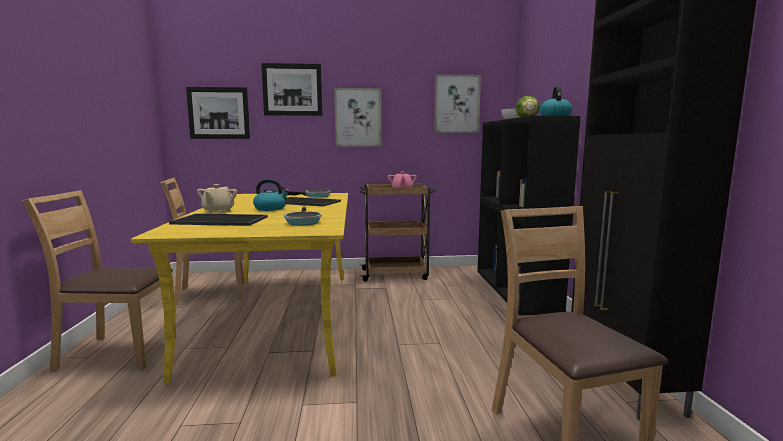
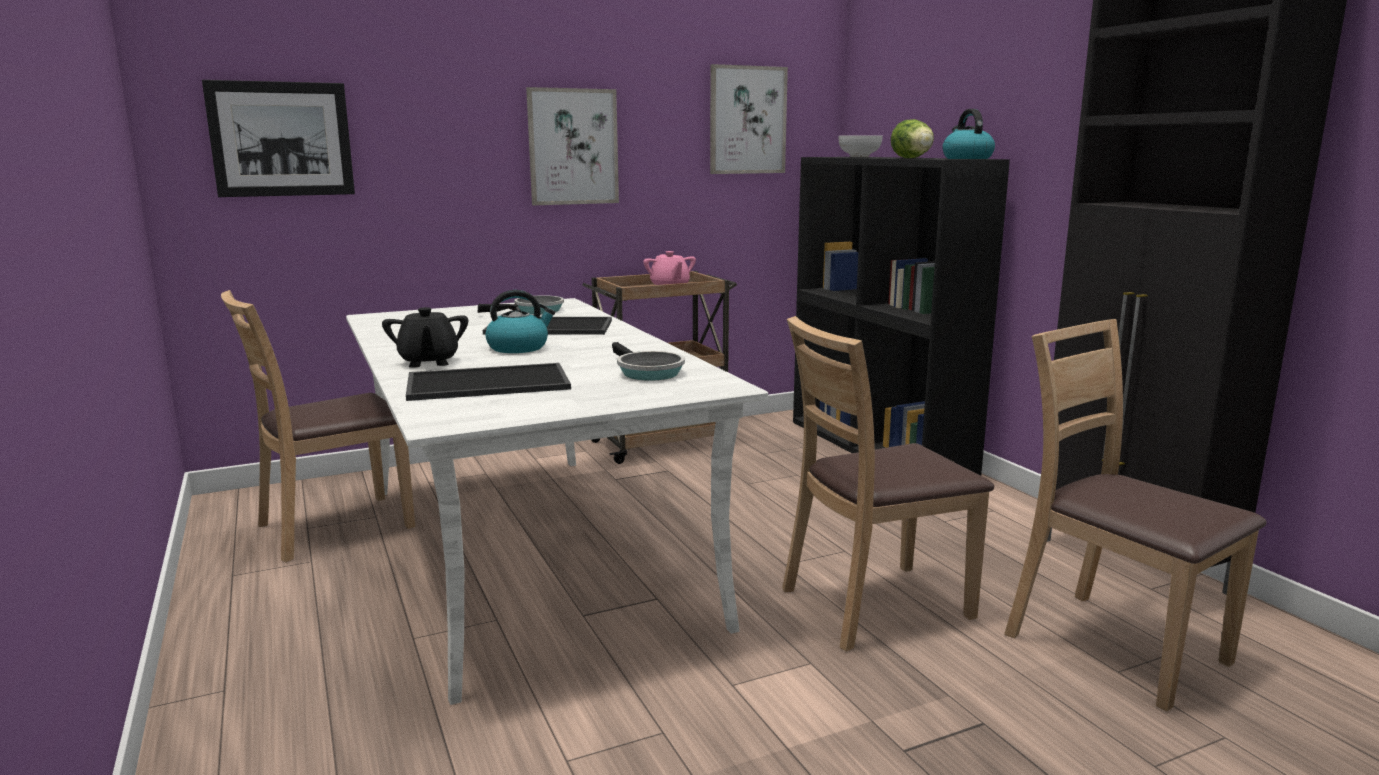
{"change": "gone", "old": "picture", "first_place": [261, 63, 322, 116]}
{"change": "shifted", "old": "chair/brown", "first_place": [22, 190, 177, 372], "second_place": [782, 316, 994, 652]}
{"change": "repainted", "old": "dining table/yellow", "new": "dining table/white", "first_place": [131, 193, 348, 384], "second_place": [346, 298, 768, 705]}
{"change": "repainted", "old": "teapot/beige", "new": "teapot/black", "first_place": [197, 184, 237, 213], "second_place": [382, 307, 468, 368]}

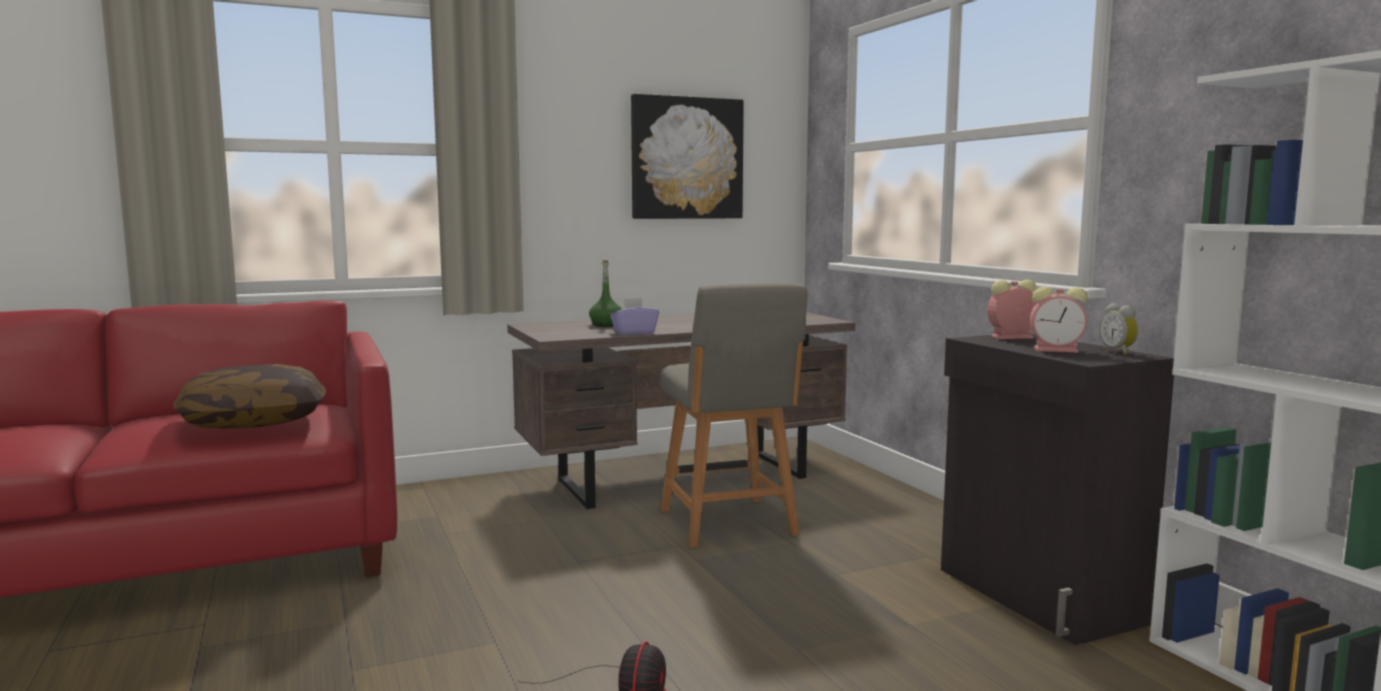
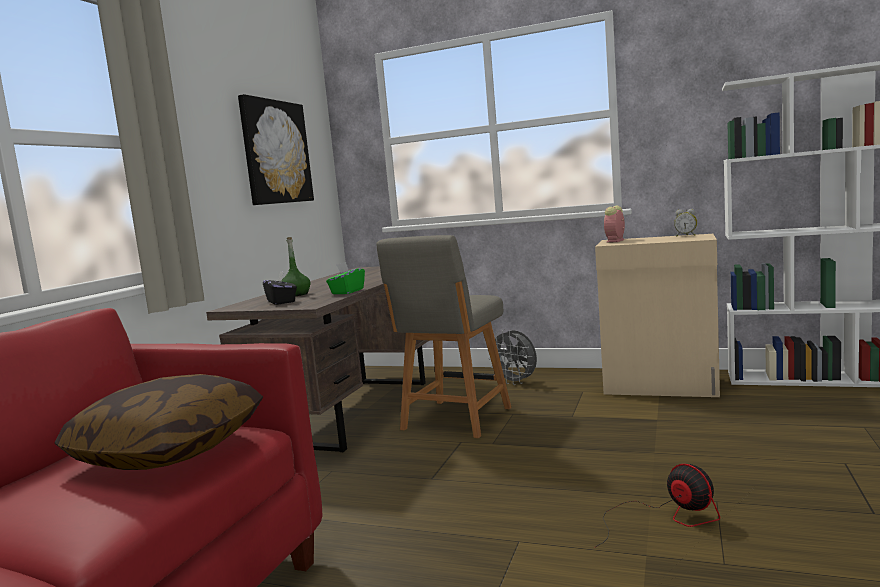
{"change": "gone", "old": "alarm clock", "first_place": [1030, 287, 1088, 353]}
{"change": "new", "new": "tissue box/black", "second_place": [263, 271, 297, 305]}
{"change": "new", "new": "fan/grey", "second_place": [487, 329, 537, 385]}
{"change": "repainted", "old": "tissue box/purple", "new": "tissue box/green", "first_place": [610, 298, 659, 335], "second_place": [326, 262, 365, 294]}
{"change": "repainted", "old": "cabinet/black", "new": "cabinet/beige", "first_place": [941, 334, 1174, 645], "second_place": [595, 234, 720, 397]}
{"change": "rotated", "old": "chair/grey", "first_place": [660, 283, 807, 548], "second_place": [377, 235, 512, 438], "degrees": 90}

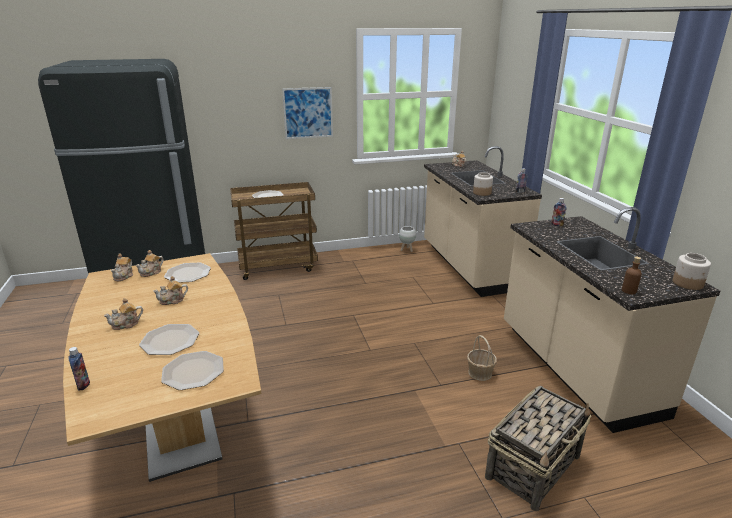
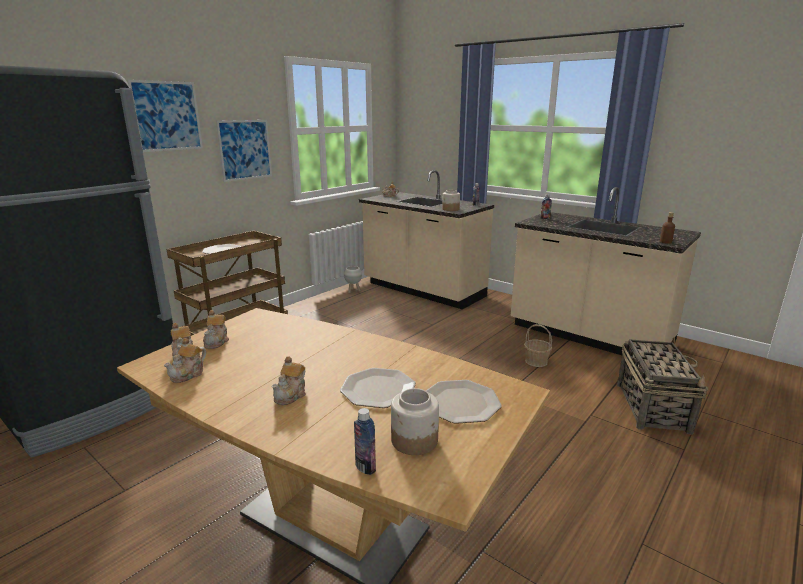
{"change": "gone", "old": "plate", "first_place": [164, 262, 211, 283]}
{"change": "new", "new": "picture", "second_place": [127, 80, 203, 152]}
{"change": "shifted", "old": "teapot", "first_place": [153, 276, 188, 305], "second_place": [164, 338, 206, 383]}
{"change": "shifted", "old": "jar", "first_place": [673, 253, 711, 290], "second_place": [391, 388, 439, 455]}

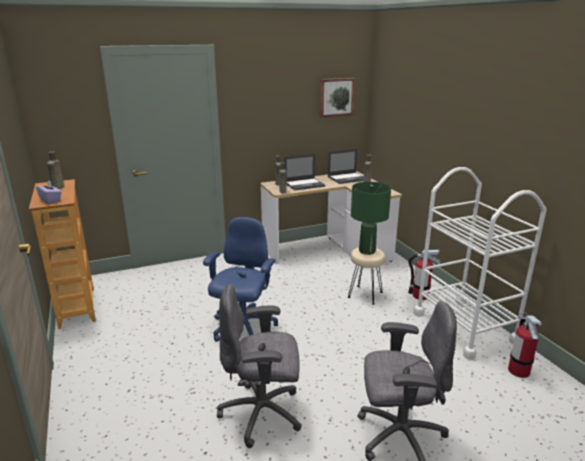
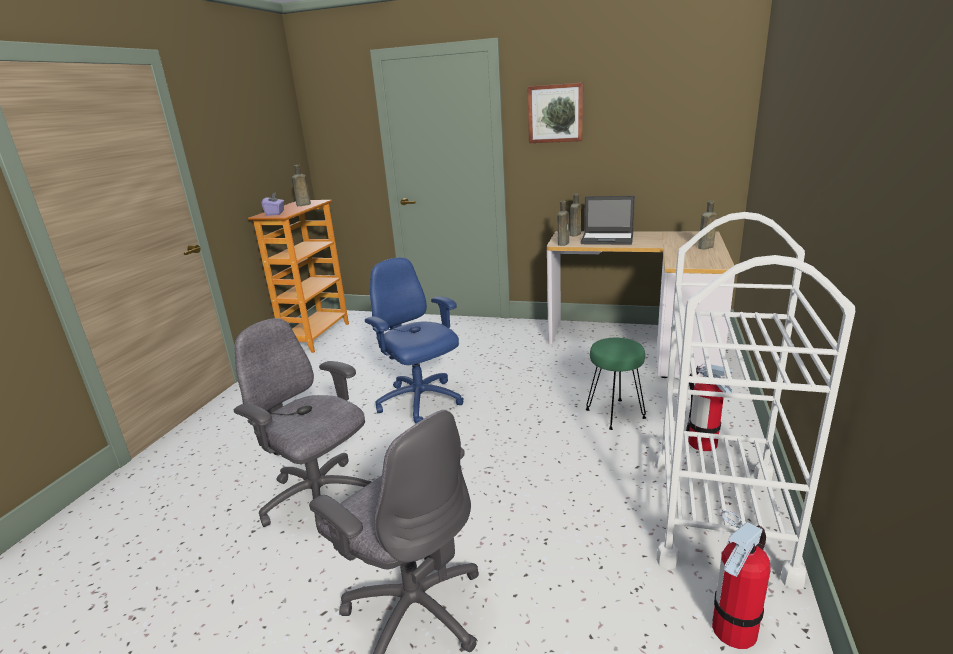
{"change": "gone", "old": "laptop", "first_place": [328, 149, 364, 184]}
{"change": "gone", "old": "table lamp/green", "first_place": [351, 182, 391, 255]}
{"change": "shifted", "old": "picture", "first_place": [320, 78, 355, 117], "second_place": [527, 83, 583, 143]}
{"change": "repainted", "old": "stool/beige", "new": "stool/green", "first_place": [348, 247, 385, 304], "second_place": [586, 338, 646, 430]}
{"change": "rotated", "old": "office chair/blue", "first_place": [203, 217, 278, 342], "second_place": [365, 258, 464, 423], "degrees": -90}

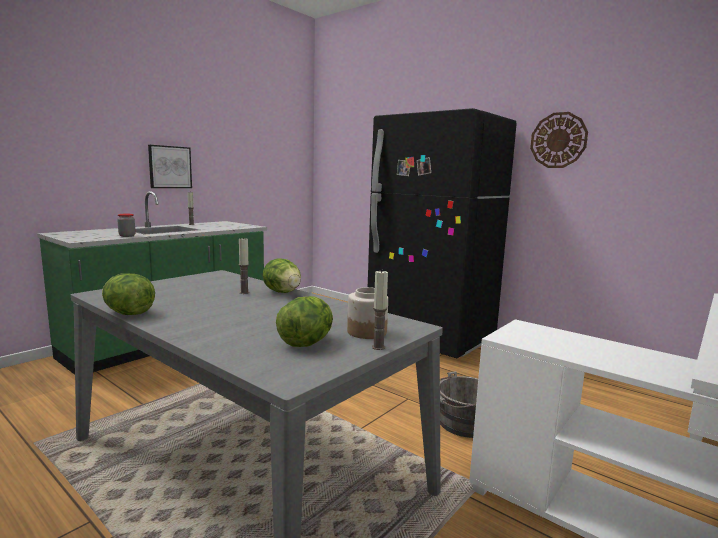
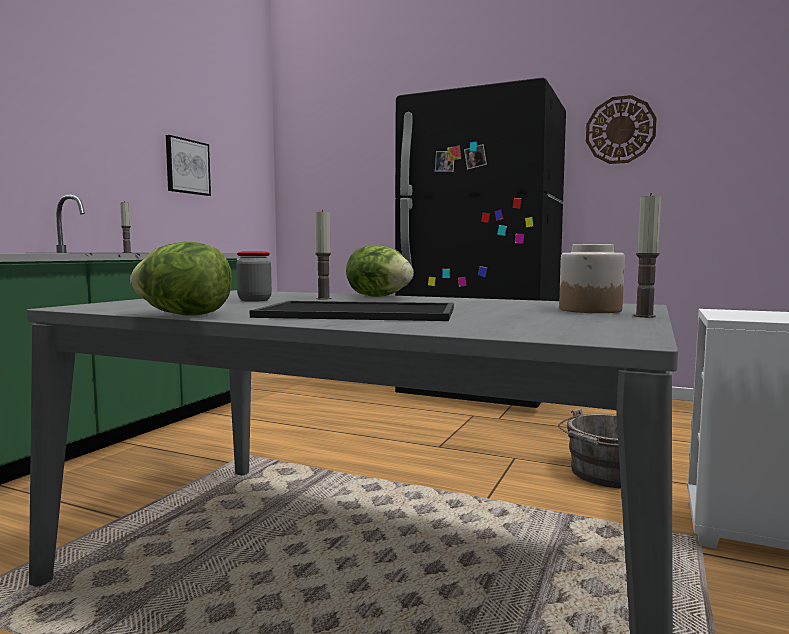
{"change": "gone", "old": "lettuce", "first_place": [276, 296, 333, 347]}
{"change": "new", "new": "tray", "second_place": [250, 301, 454, 321]}
{"change": "shifted", "old": "jar", "first_place": [117, 214, 135, 237], "second_place": [236, 251, 272, 302]}
{"change": "shifted", "old": "picture", "first_place": [148, 145, 192, 188], "second_place": [166, 135, 211, 196]}

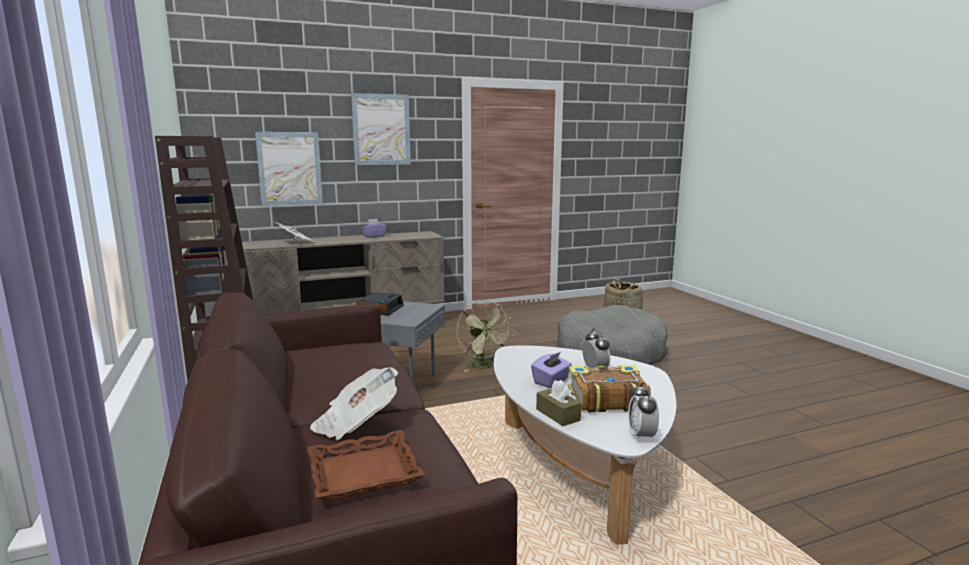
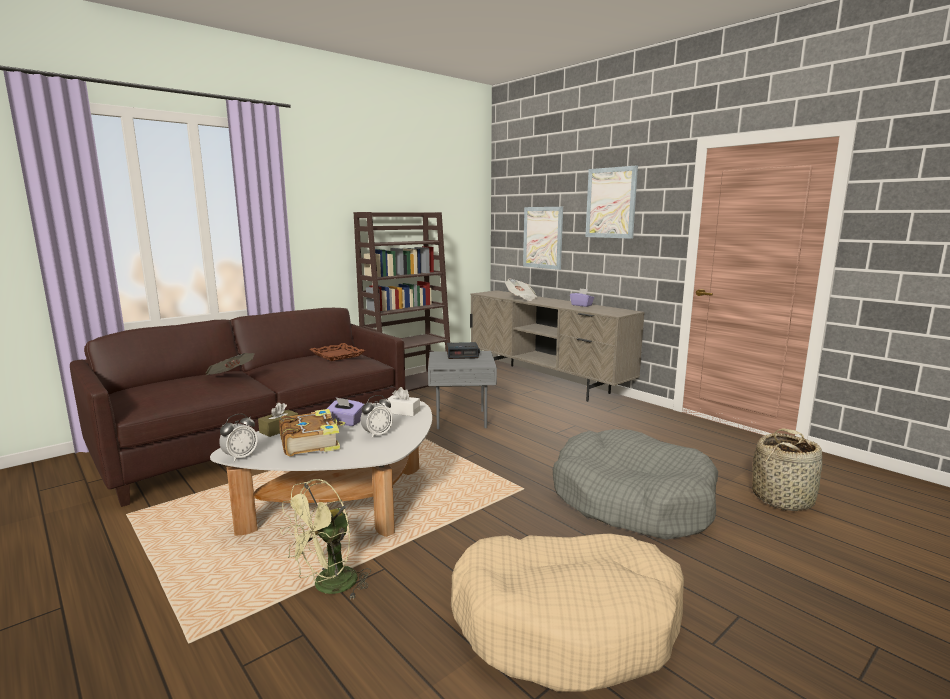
{"change": "new", "new": "tissue box/white", "second_place": [385, 387, 420, 416]}
{"change": "new", "new": "dog bed/beige", "second_place": [451, 533, 684, 692]}
{"change": "shifted", "old": "tray/brown", "first_place": [307, 430, 425, 501], "second_place": [310, 343, 365, 361]}
{"change": "shifted", "old": "fan/green", "first_place": [457, 300, 513, 372], "second_place": [280, 479, 371, 598]}
{"change": "rotated", "old": "alarm clock", "first_place": [628, 383, 659, 442], "second_place": [219, 413, 258, 462], "degrees": 150}

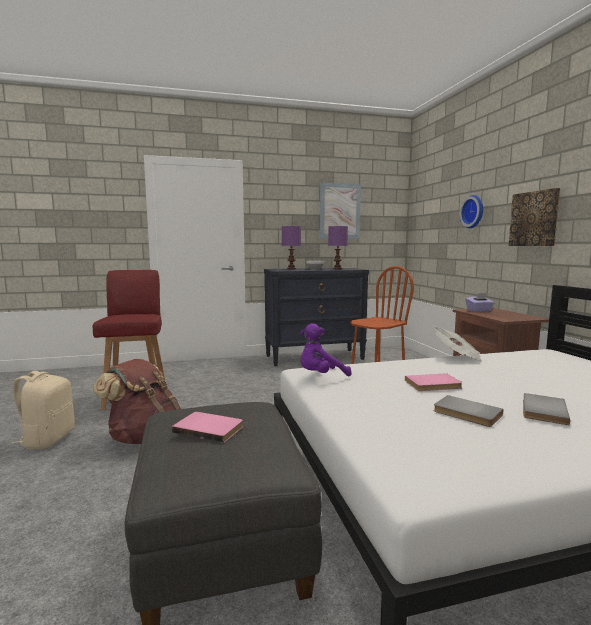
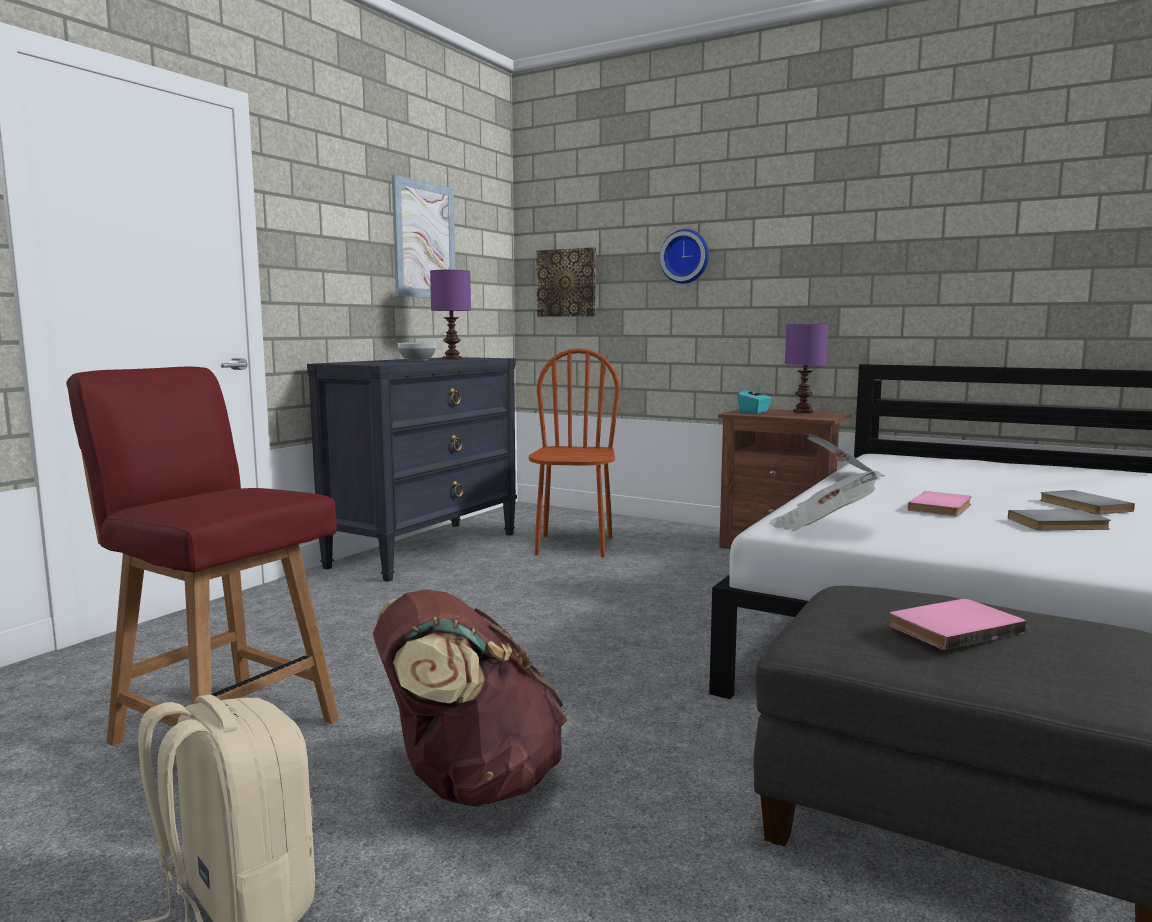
{"change": "shifted", "old": "table lamp/purple", "first_place": [282, 226, 301, 269], "second_place": [785, 324, 828, 413]}
{"change": "shifted", "old": "picture", "first_place": [509, 188, 560, 246], "second_place": [536, 247, 596, 317]}
{"change": "swapped", "old": "plush toy/purple", "new": "newspaper", "first_place": [300, 323, 352, 376], "second_place": [769, 471, 883, 531]}
{"change": "repainted", "old": "tissue box/purple", "new": "tissue box/turquoise", "first_place": [465, 293, 494, 312], "second_place": [737, 384, 771, 414]}

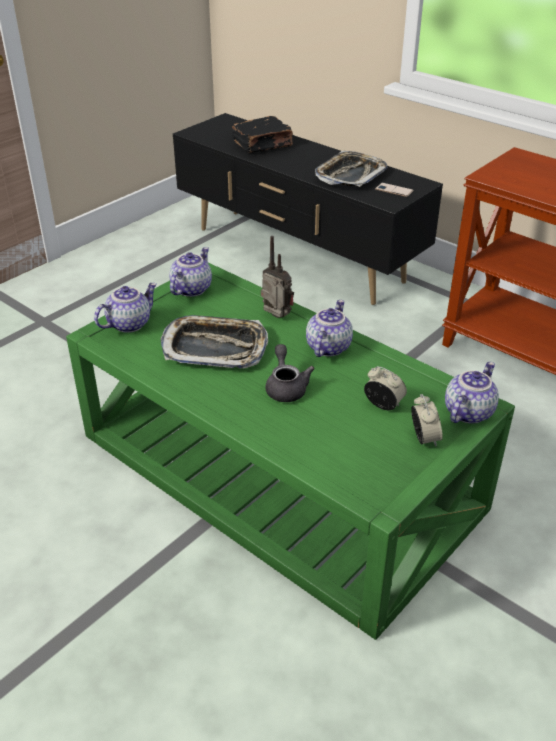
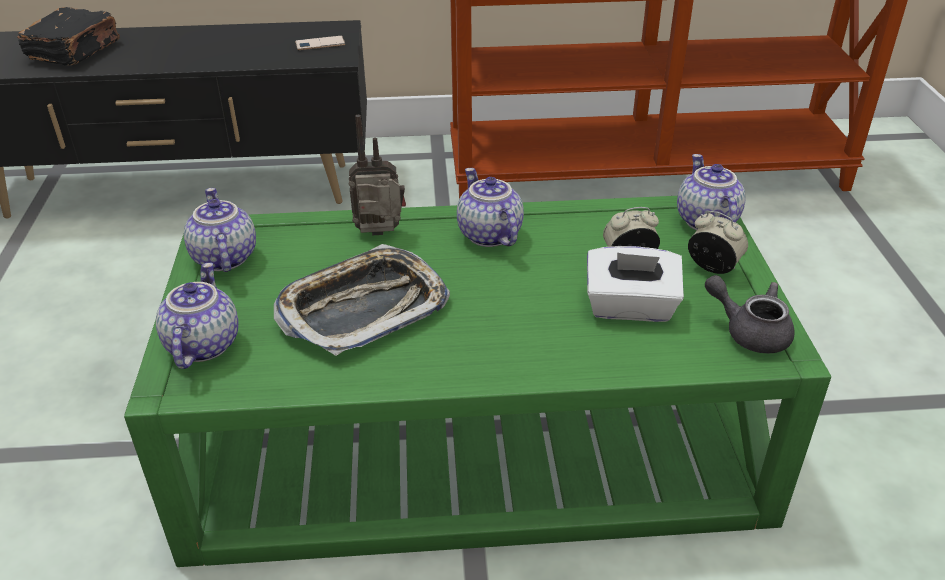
{"change": "gone", "old": "tray", "first_place": [315, 151, 387, 187]}
{"change": "new", "new": "tissue box/white", "second_place": [587, 246, 684, 322]}
{"change": "shifted", "old": "teapot/grey", "first_place": [266, 344, 315, 402], "second_place": [705, 275, 795, 353]}

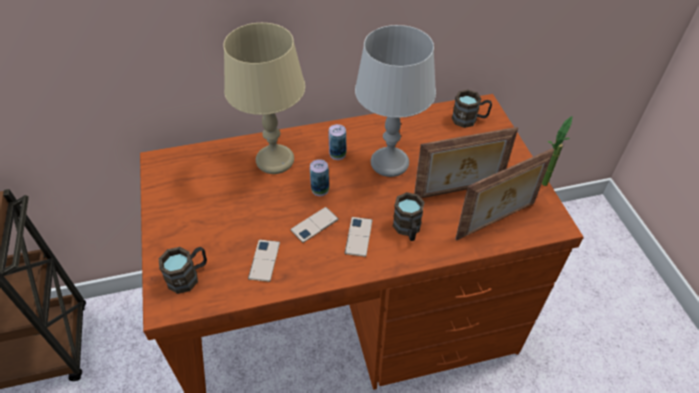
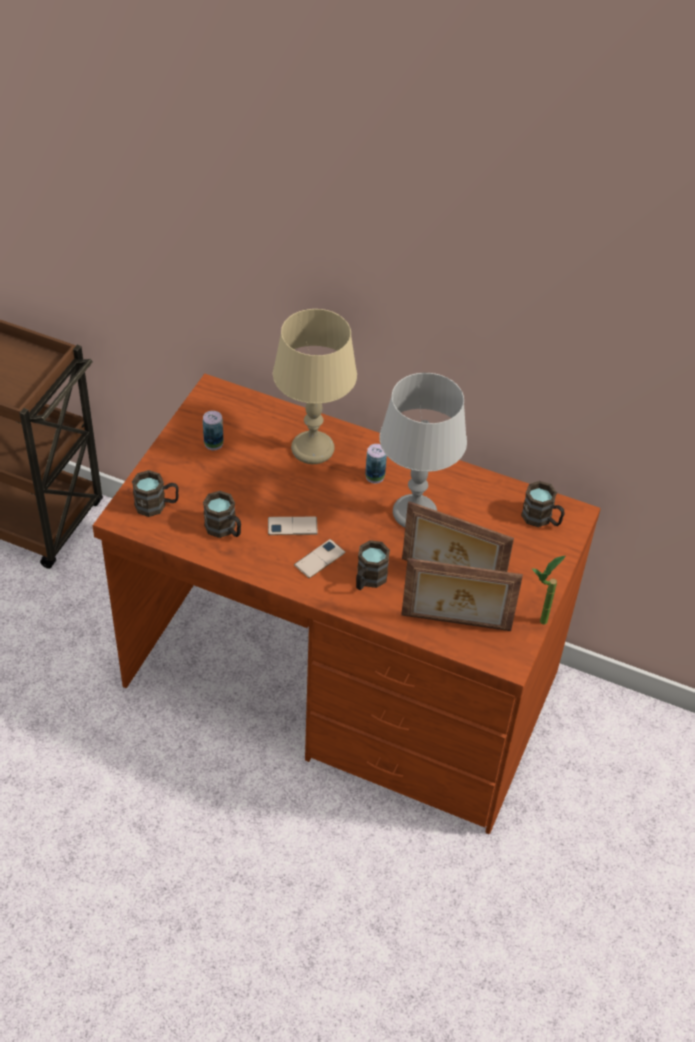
{"change": "shifted", "old": "can", "first_place": [310, 159, 329, 196], "second_place": [203, 411, 224, 450]}
{"change": "swapped", "old": "phone", "new": "mug/brown", "first_place": [248, 240, 280, 282], "second_place": [203, 491, 241, 538]}

